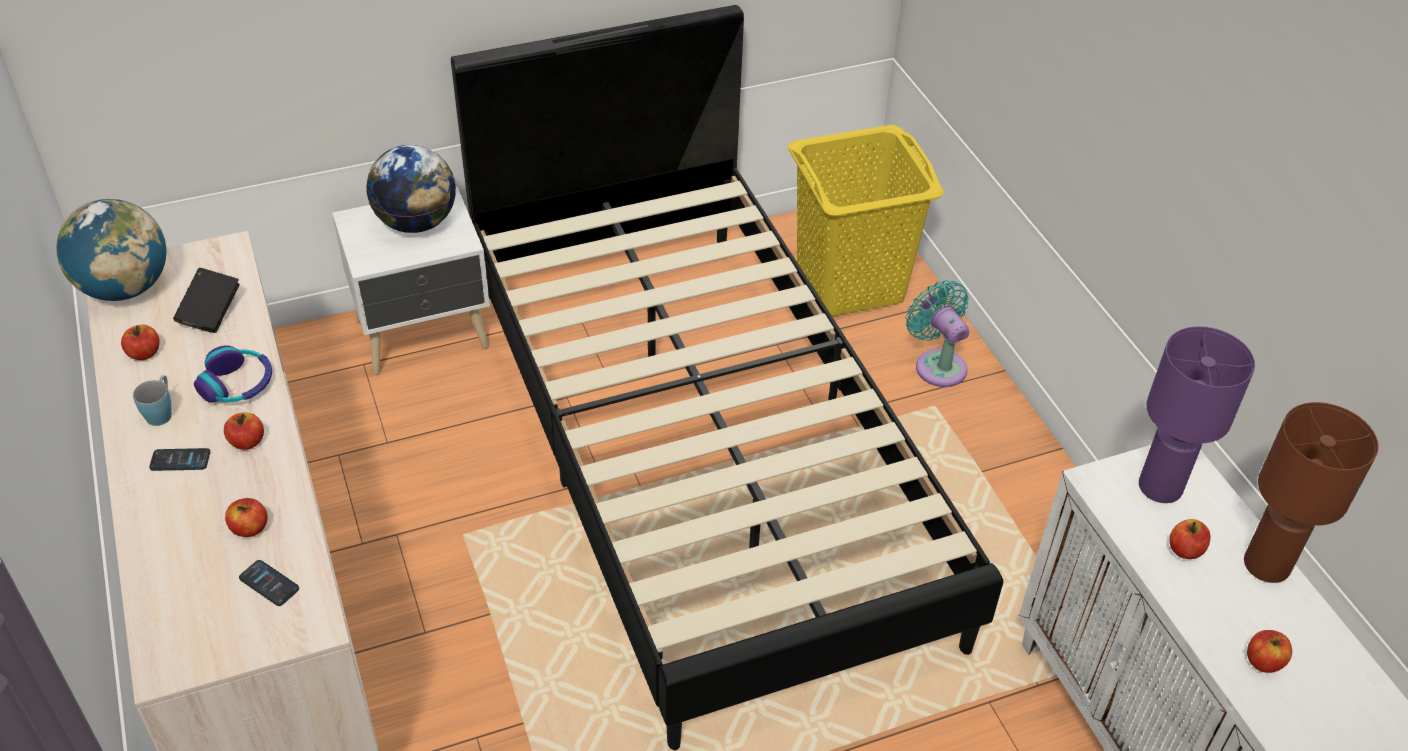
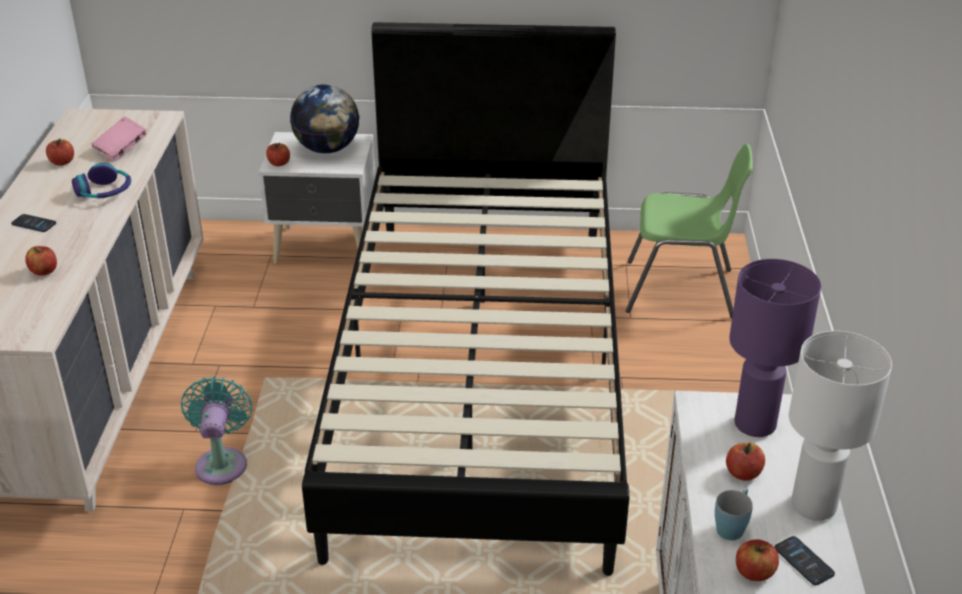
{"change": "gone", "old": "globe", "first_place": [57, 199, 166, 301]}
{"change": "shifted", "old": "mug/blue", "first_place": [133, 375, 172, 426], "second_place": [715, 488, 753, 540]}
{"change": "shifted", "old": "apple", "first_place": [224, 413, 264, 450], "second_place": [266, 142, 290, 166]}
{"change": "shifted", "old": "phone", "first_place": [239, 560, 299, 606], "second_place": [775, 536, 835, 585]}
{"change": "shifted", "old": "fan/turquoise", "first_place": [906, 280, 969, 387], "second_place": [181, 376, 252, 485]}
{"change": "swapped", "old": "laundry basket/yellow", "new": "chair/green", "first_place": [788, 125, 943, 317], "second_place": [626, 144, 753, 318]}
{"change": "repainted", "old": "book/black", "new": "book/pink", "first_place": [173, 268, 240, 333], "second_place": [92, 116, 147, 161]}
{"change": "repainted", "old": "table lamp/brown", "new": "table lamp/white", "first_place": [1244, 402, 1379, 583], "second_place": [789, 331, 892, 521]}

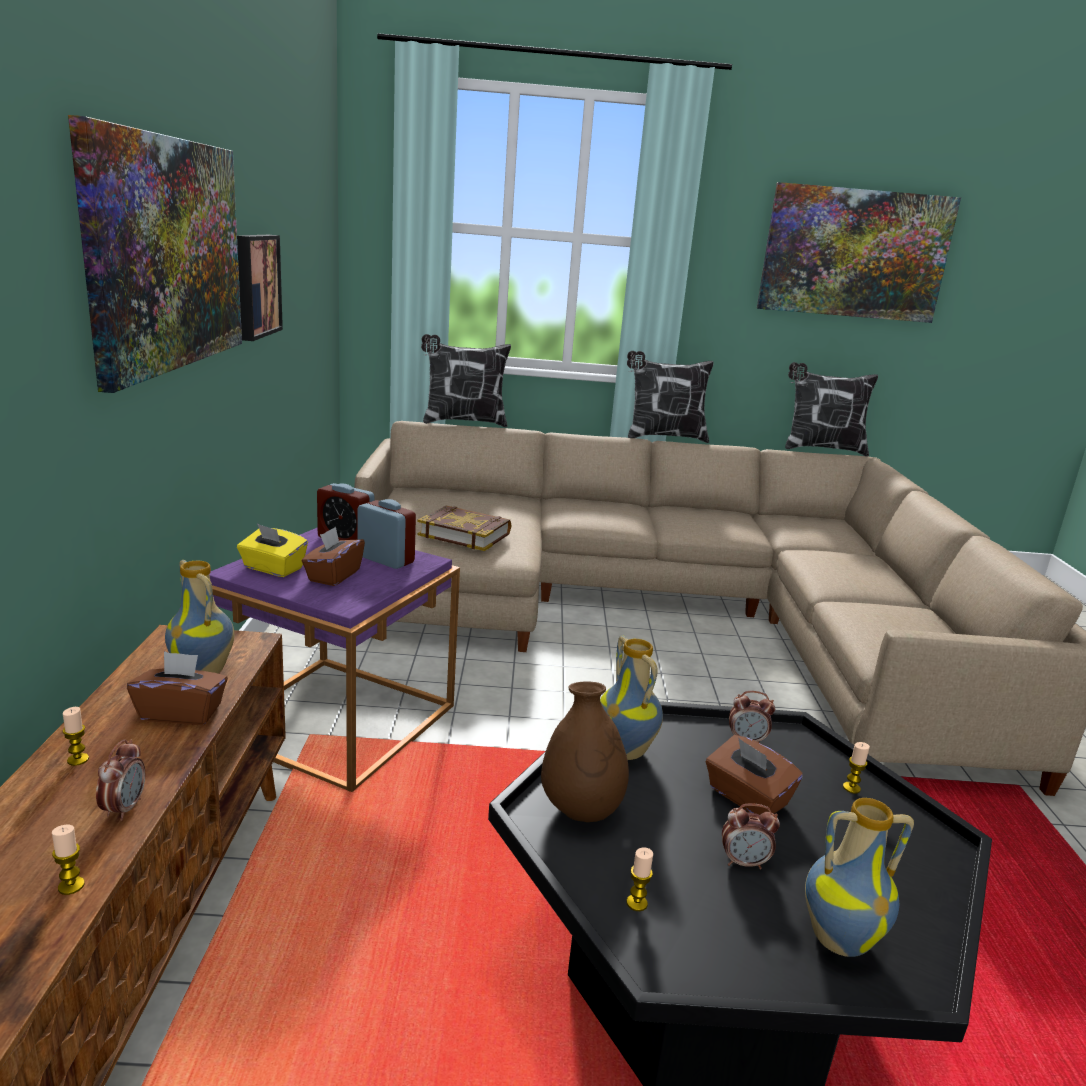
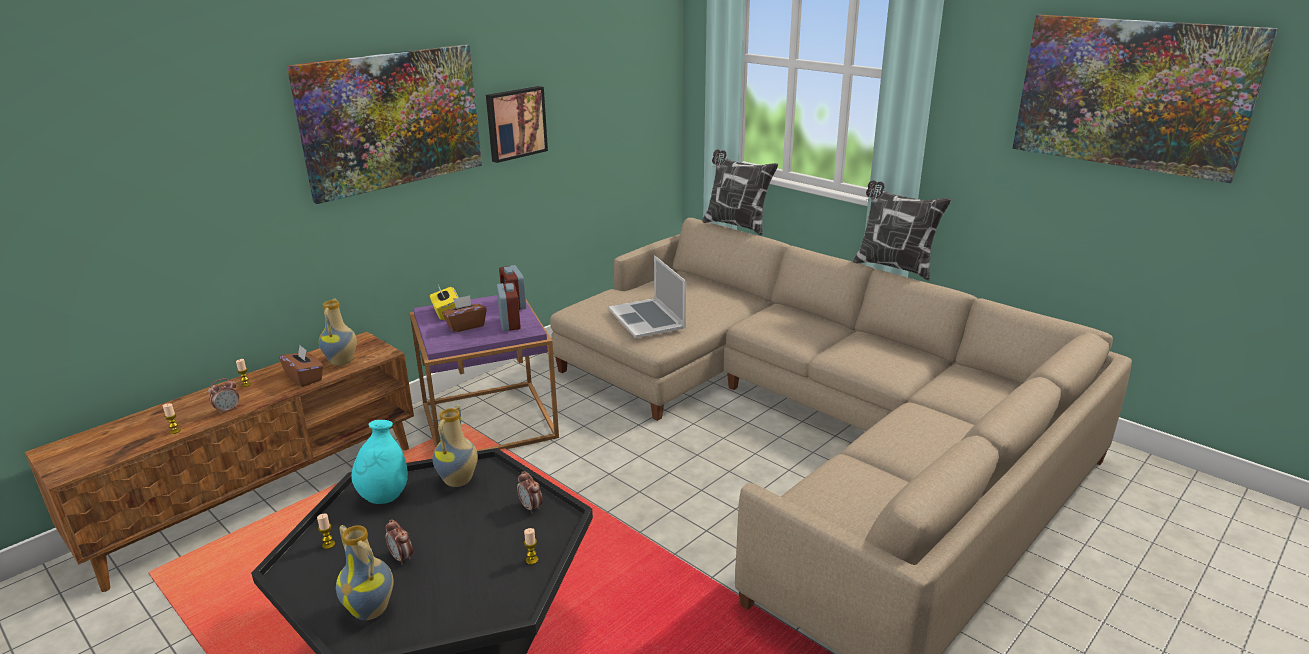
{"change": "gone", "old": "tissue box/brown", "first_place": [706, 735, 803, 815]}
{"change": "gone", "old": "pillow", "first_place": [785, 362, 878, 457]}
{"change": "swapped", "old": "book", "new": "laptop", "first_place": [418, 506, 511, 551], "second_place": [608, 256, 686, 338]}
{"change": "repainted", "old": "vase/brown", "new": "vase/turquoise", "first_place": [541, 681, 629, 822], "second_place": [351, 420, 408, 504]}

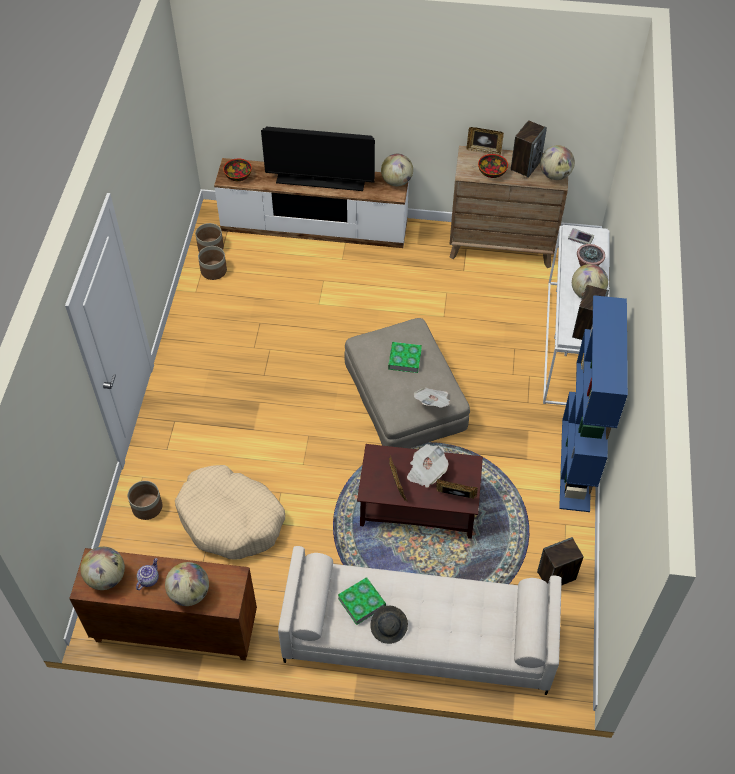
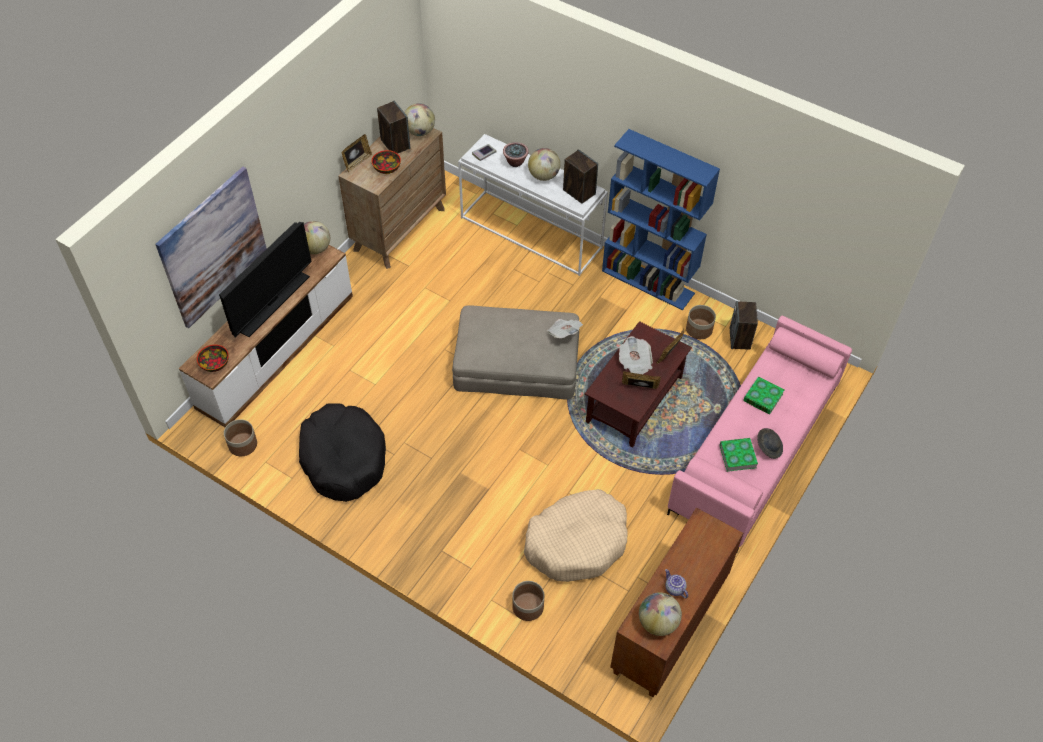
{"change": "gone", "old": "globe", "first_place": [165, 562, 209, 606]}
{"change": "new", "new": "picture", "second_place": [155, 167, 267, 328]}
{"change": "new", "new": "dog bed/black", "second_place": [299, 403, 386, 502]}
{"change": "shifted", "old": "planter", "first_place": [198, 246, 227, 280], "second_place": [686, 305, 716, 339]}
{"change": "shifted", "old": "book", "first_place": [388, 342, 422, 373], "second_place": [743, 376, 784, 415]}
{"change": "repainted", "old": "sofa/white", "new": "sofa/pink", "first_place": [278, 546, 562, 695], "second_place": [667, 316, 852, 552]}

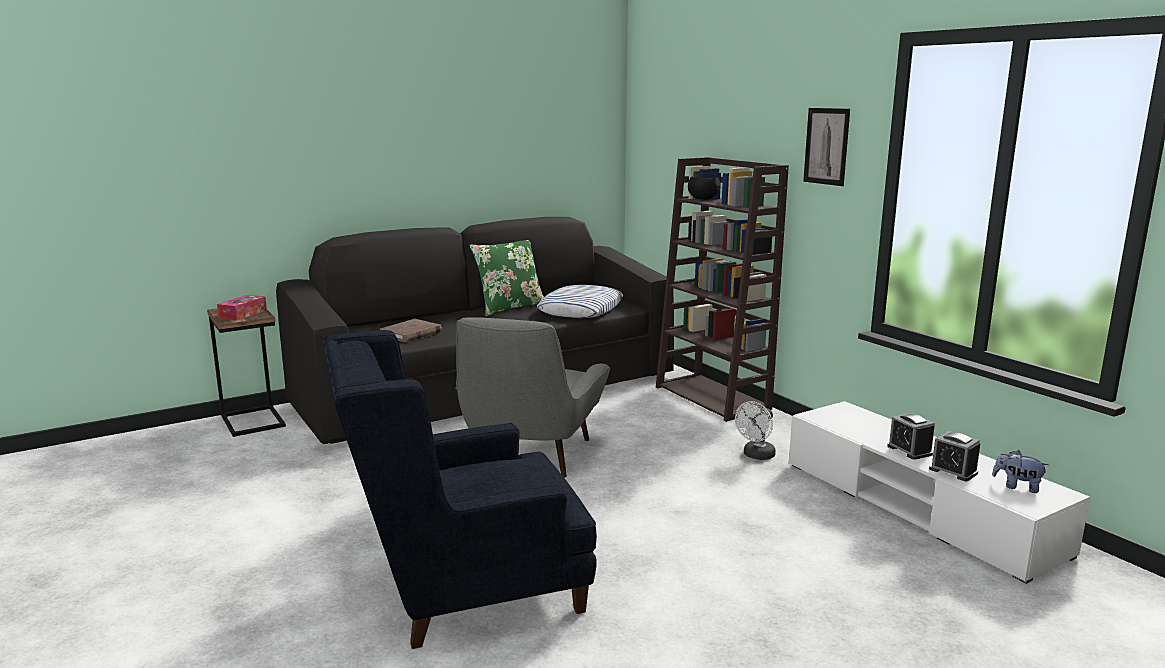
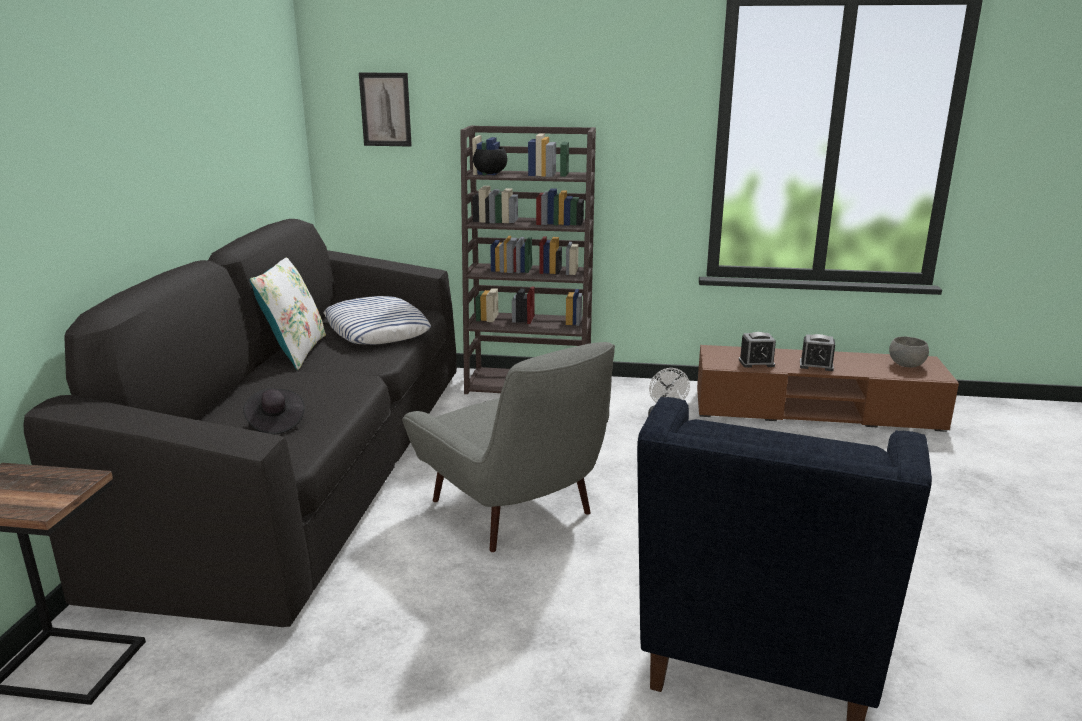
{"change": "gone", "old": "tissue box", "first_place": [217, 295, 267, 321]}
{"change": "shifted", "old": "picture", "first_place": [803, 108, 850, 186], "second_place": [359, 73, 412, 147]}
{"change": "shifted", "old": "alarm clock", "first_place": [929, 431, 980, 481], "second_place": [739, 332, 776, 368]}
{"change": "swapped", "old": "book/brown", "new": "hat/black", "first_place": [380, 319, 442, 342], "second_place": [243, 388, 305, 434]}
{"change": "swapped", "old": "plush toy", "new": "bowl/grey", "first_place": [992, 450, 1049, 493], "second_place": [889, 336, 929, 367]}
{"change": "repainted", "old": "pillow/green", "new": "pillow/white", "first_place": [470, 240, 544, 316], "second_place": [249, 257, 326, 370]}
{"change": "repainted", "old": "tv stand/white", "new": "tv stand/brown", "first_place": [789, 401, 1090, 584], "second_place": [697, 345, 959, 432]}

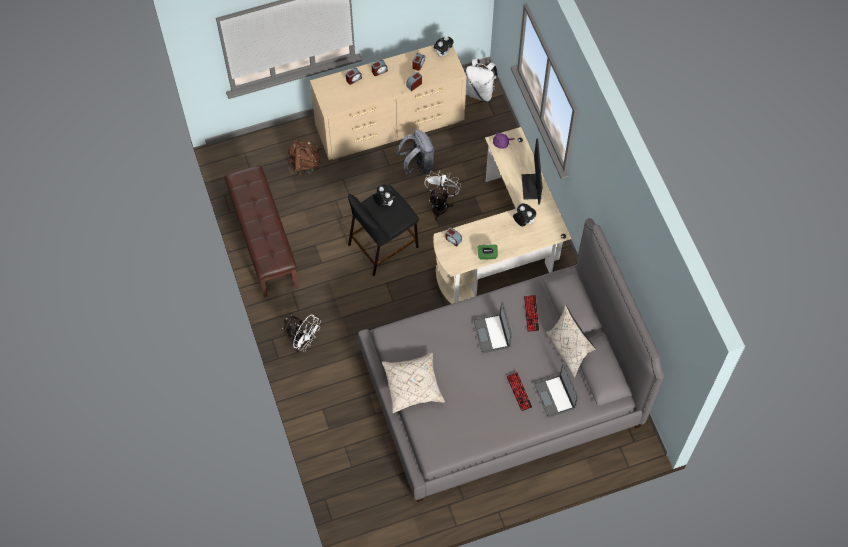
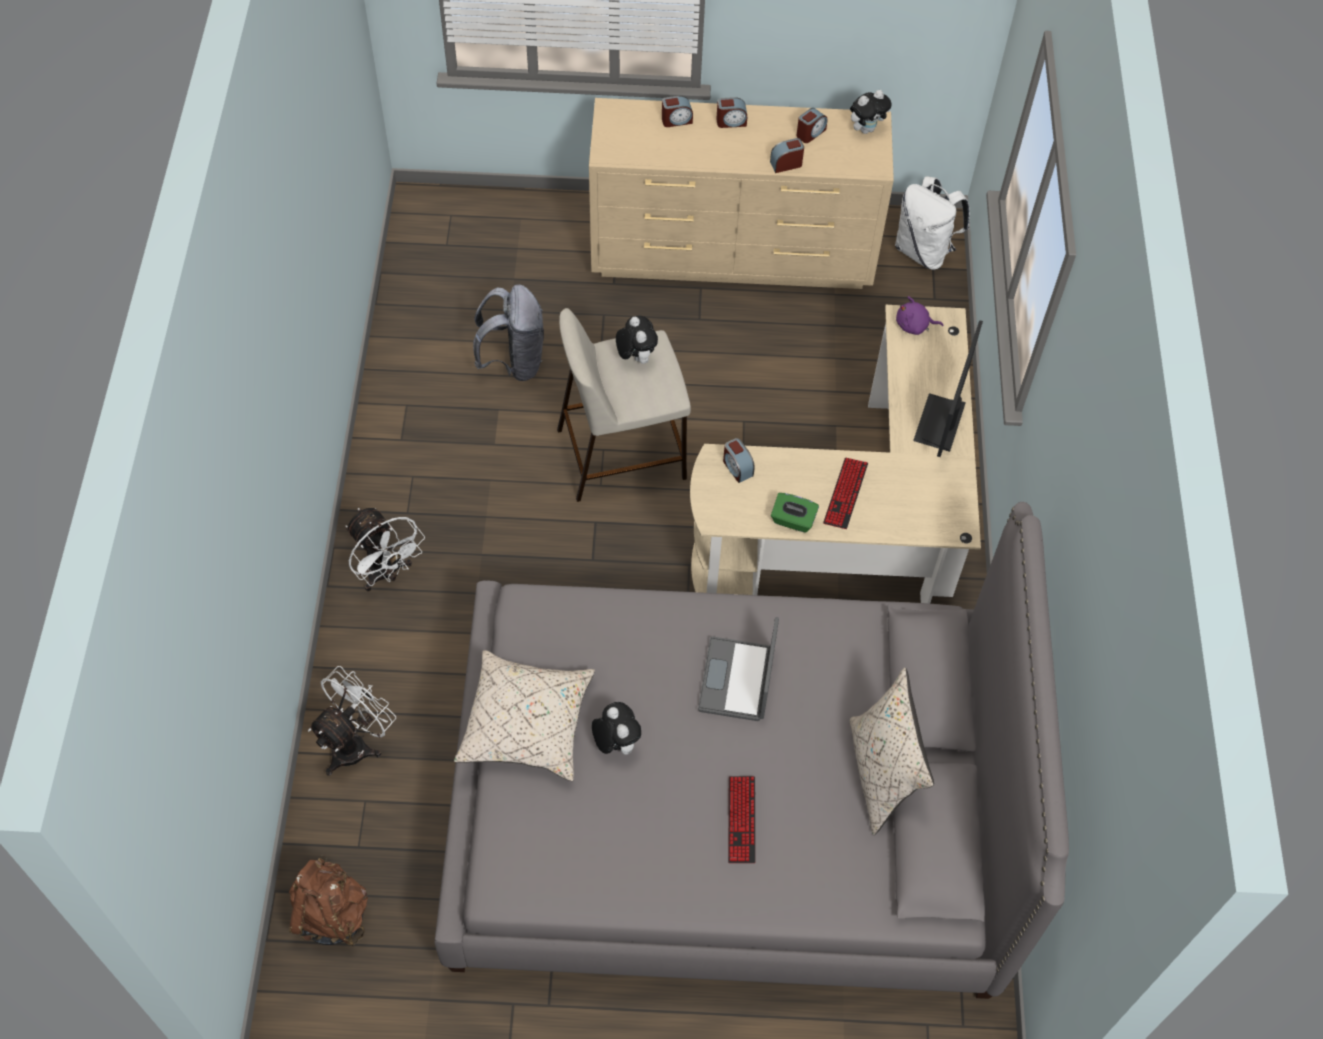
{"change": "gone", "old": "bench/brown", "first_place": [224, 165, 299, 297]}
{"change": "gone", "old": "laptop", "first_place": [534, 364, 578, 418]}
{"change": "shifted", "old": "backpack/brown", "first_place": [288, 139, 323, 175], "second_place": [289, 855, 368, 946]}
{"change": "shifted", "old": "backpack/grey", "first_place": [396, 130, 435, 175], "second_place": [473, 285, 544, 381]}
{"change": "shifted", "old": "fan/white", "first_place": [424, 170, 461, 221], "second_place": [308, 666, 396, 776]}
{"change": "shifted", "old": "plush toy", "first_place": [513, 203, 536, 226], "second_place": [592, 702, 641, 755]}
{"change": "shifted", "old": "keyboard", "first_place": [524, 295, 539, 332], "second_place": [823, 458, 868, 529]}
{"change": "repainted", "old": "stool/black", "new": "stool/beige", "first_place": [348, 185, 419, 277], "second_place": [557, 308, 691, 502]}

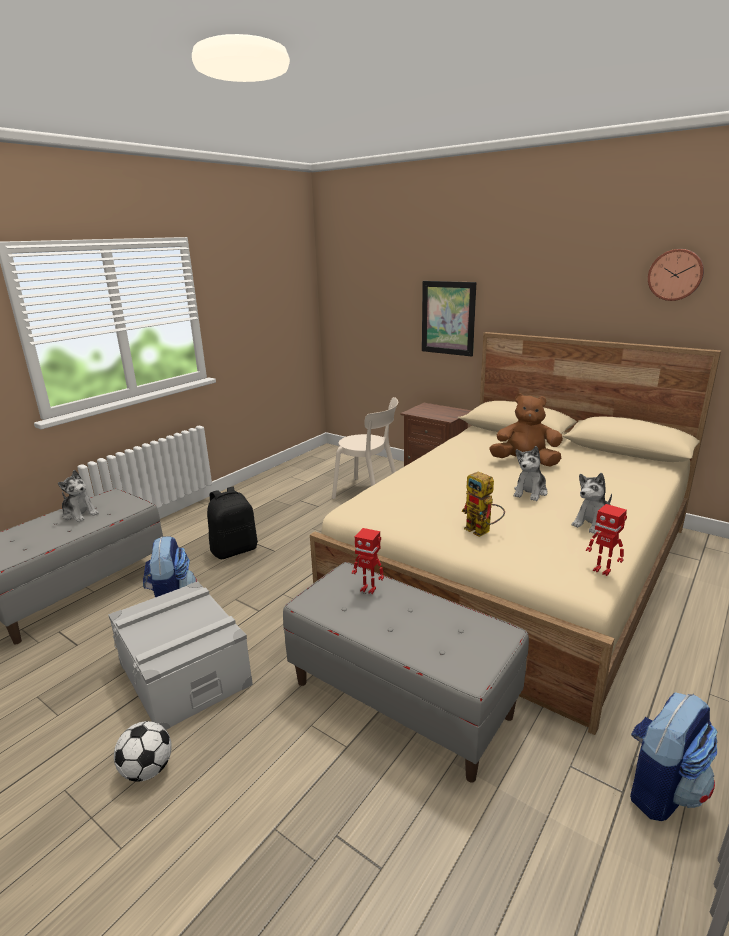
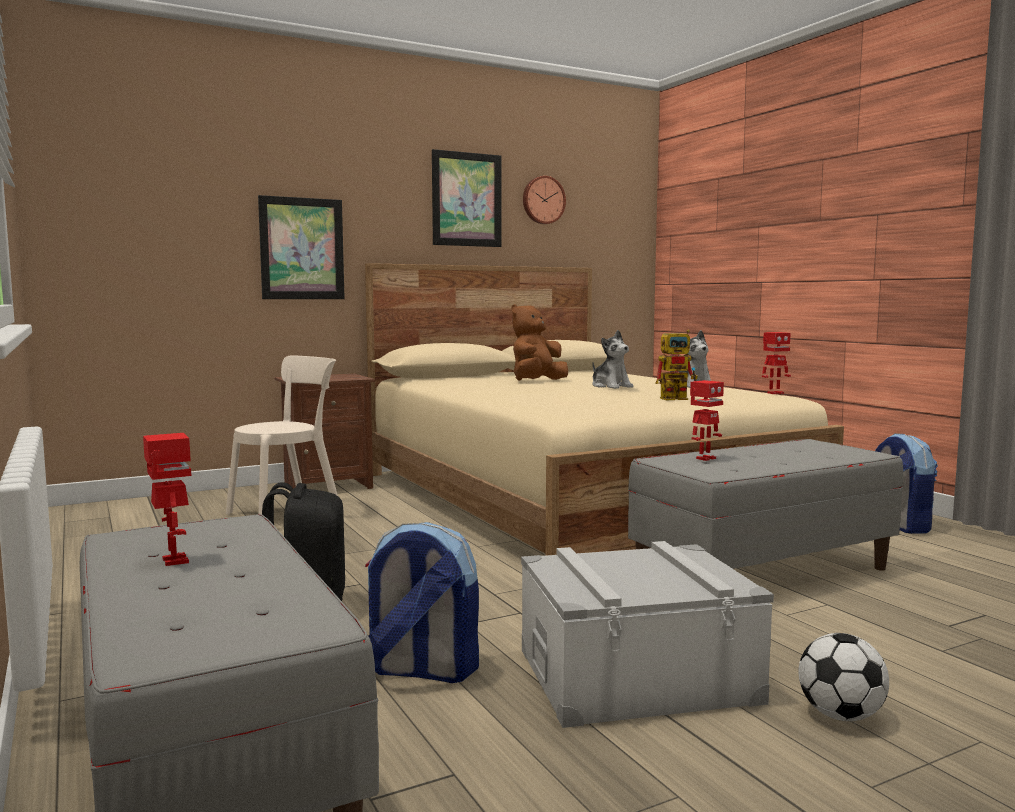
{"change": "new", "new": "picture", "second_place": [432, 149, 501, 247]}
{"change": "swapped", "old": "plush toy", "new": "toy robot", "first_place": [58, 470, 99, 522], "second_place": [143, 433, 191, 566]}

